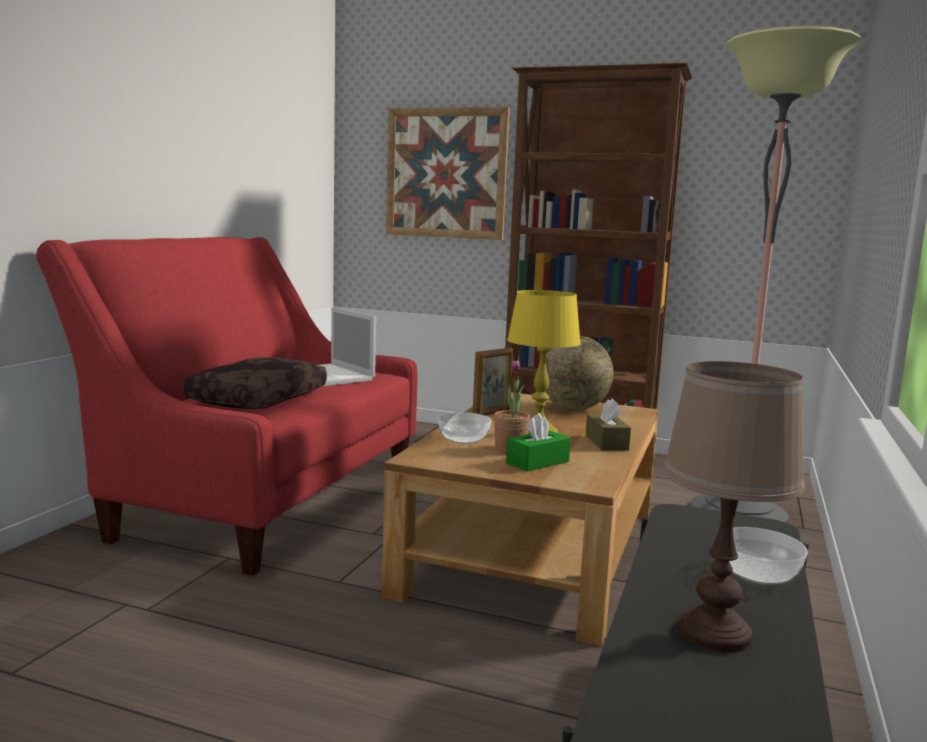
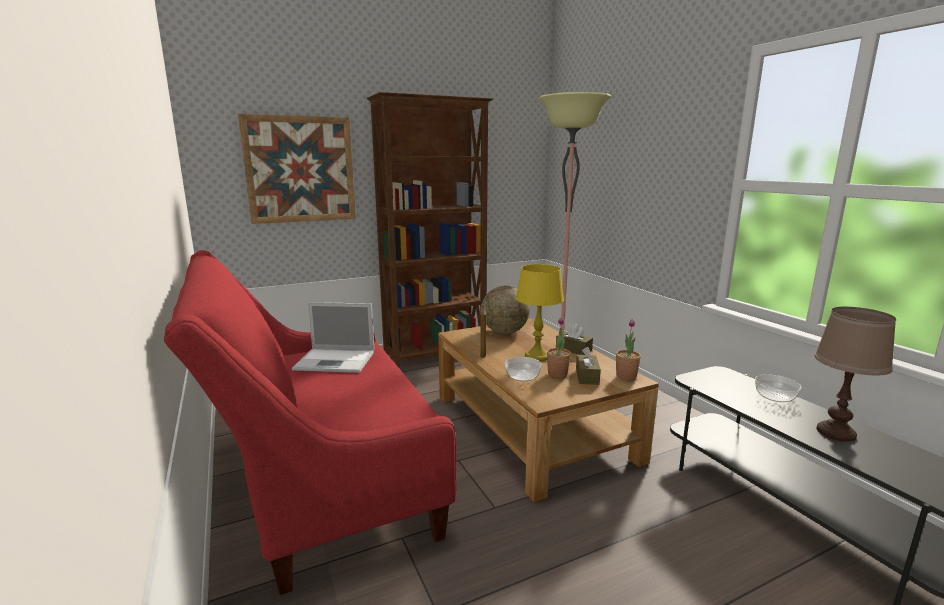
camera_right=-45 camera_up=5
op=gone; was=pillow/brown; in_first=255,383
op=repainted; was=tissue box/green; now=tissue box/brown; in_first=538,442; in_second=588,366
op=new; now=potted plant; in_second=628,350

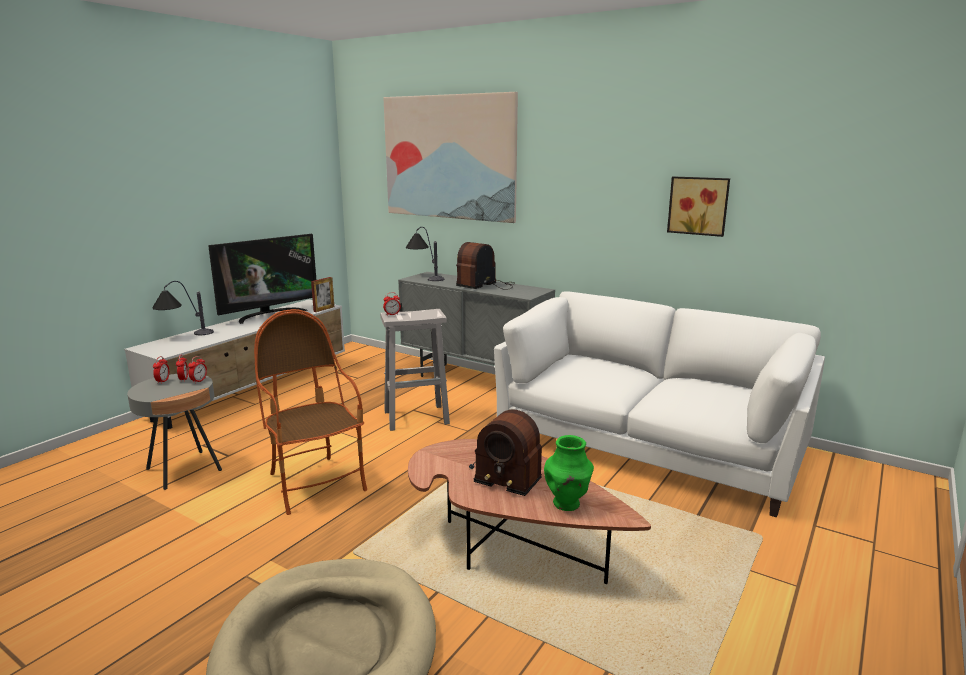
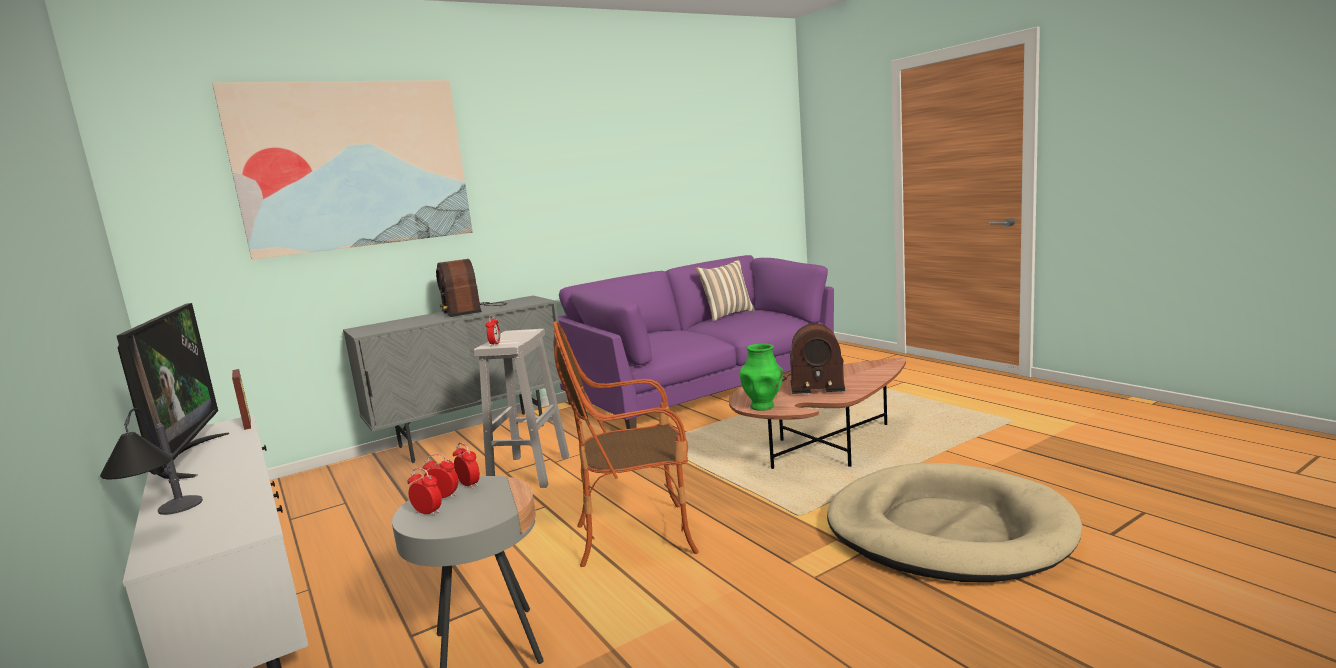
camera_right=-65 camera_up=-5
op=gone; was=table lamp; in_first=425,254
op=rotated; was=radio; in_first=505,452; in_second=813,358; clockwise=45
op=repainted; was=sofa/white; now=sofa/purple; in_first=659,404; in_second=696,342
op=shifted; was=vase/green; in_first=569,473; in_second=761,377
op=gone; was=picture; in_first=698,206
op=new; now=pillow; in_second=725,290

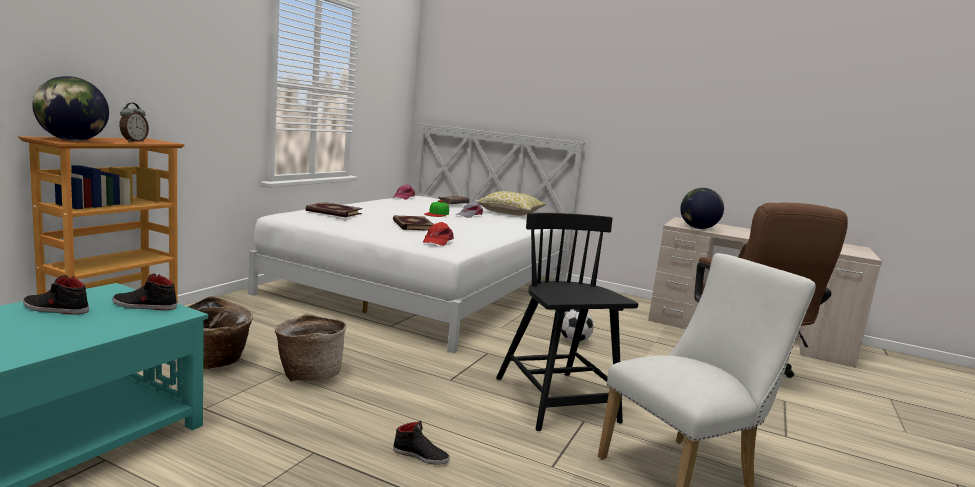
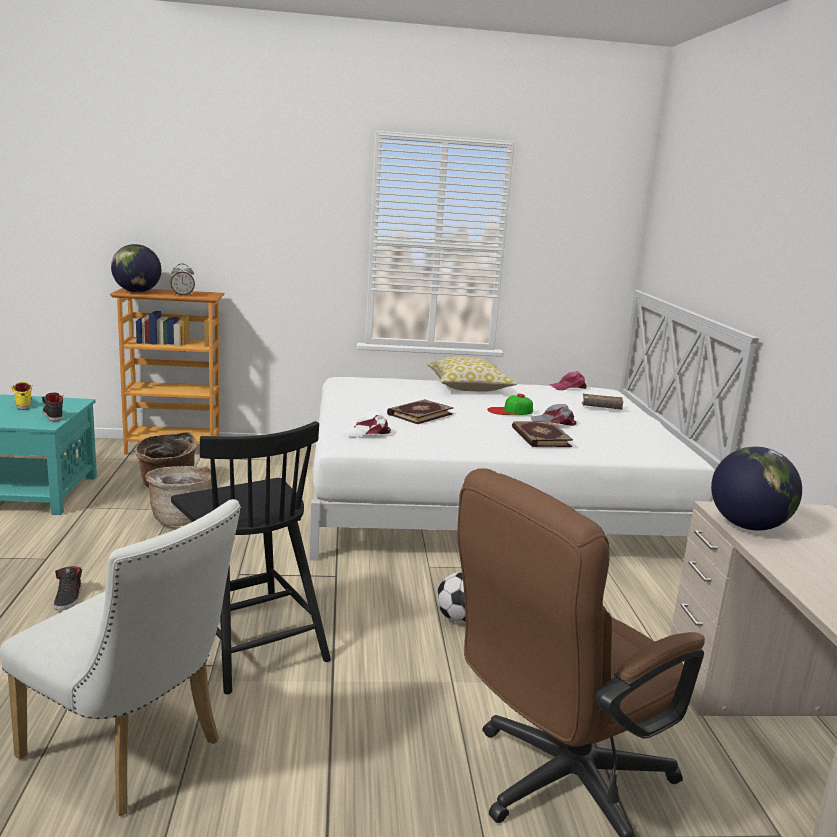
camera_right=60 camera_up=5
op=repainted; was=shoe/black; now=shoe/yellow; in_first=56,295; in_second=22,396
op=shifted; was=book; in_first=334,209; in_second=542,434
op=repainted; was=cap/red; now=cap/white; in_first=438,234; in_second=366,424
op=shifted; was=pillow; in_first=511,203; in_second=472,374
op=rotated; was=chair/black; in_first=567,322; in_second=251,558; clockwise=105

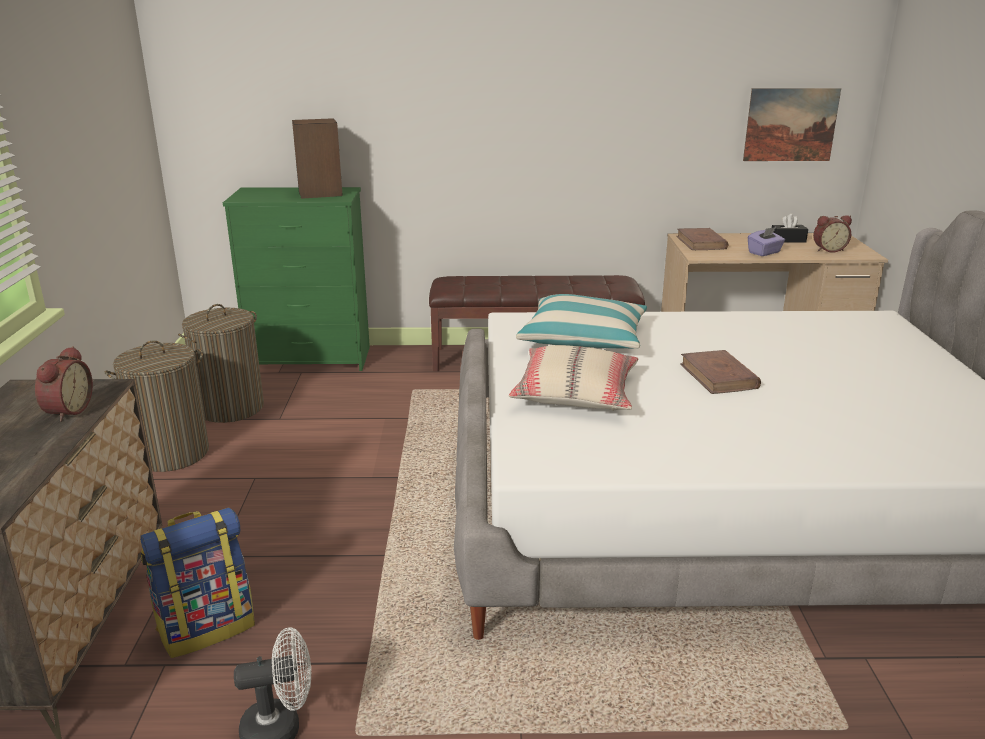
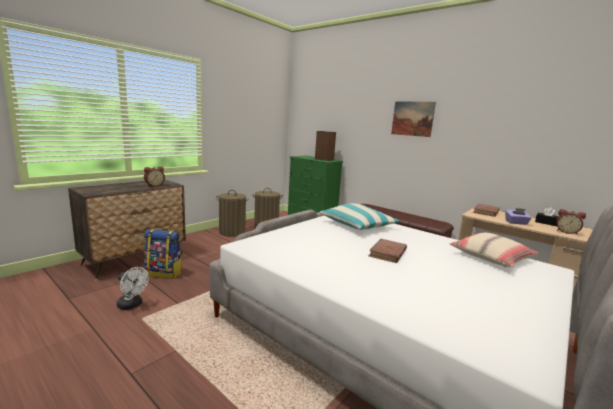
camera_right=40 camera_up=-10
op=shifted; was=pillow/beige; in_first=573,378; in_second=494,250
op=shifted; was=picture; in_first=792,124; in_second=413,119

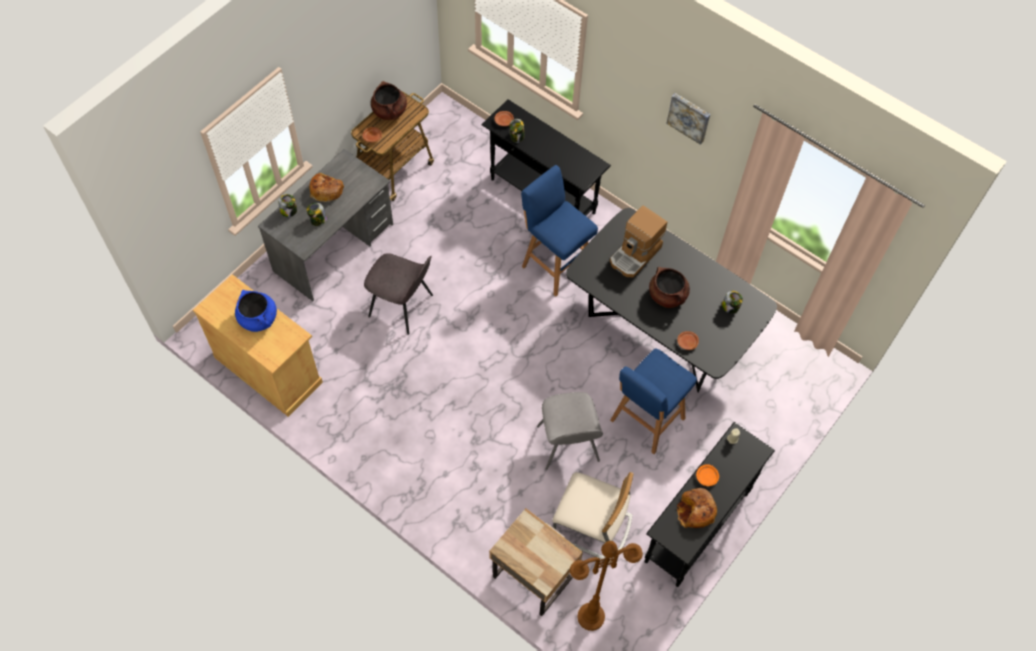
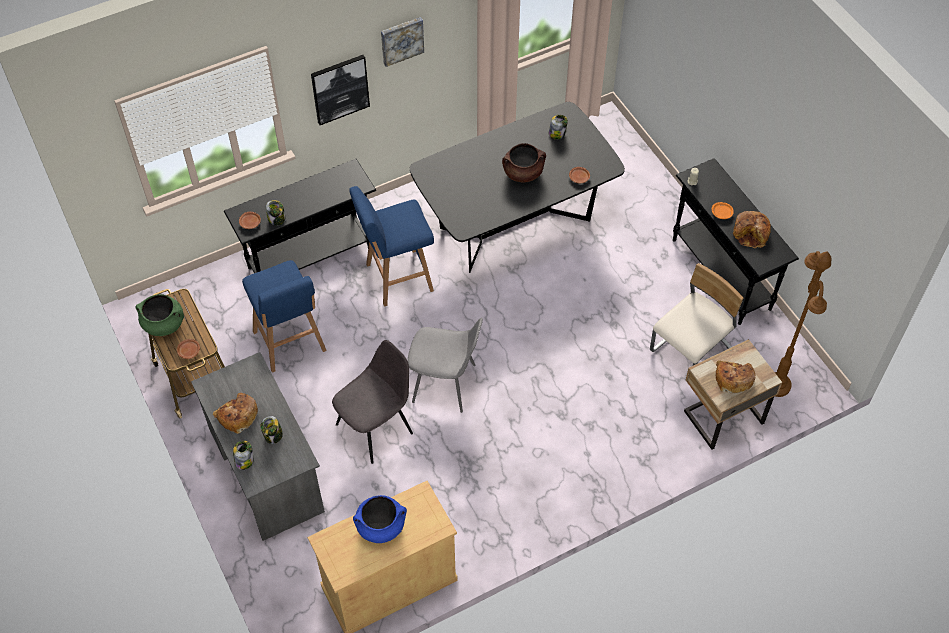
camera_right=-65 camera_up=-5
op=repainted; was=cooking pot/brown; now=cooking pot/green; in_first=389,100; in_second=160,315
op=shifted; was=chair/grey; in_first=570,431; in_second=445,365
op=gone; was=coffee machine; in_first=638,241
op=shifted; was=stool/blue; in_first=653,401; in_second=284,316
op=new; now=picture; in_second=340,90
op=new; now=bread; in_second=735,376

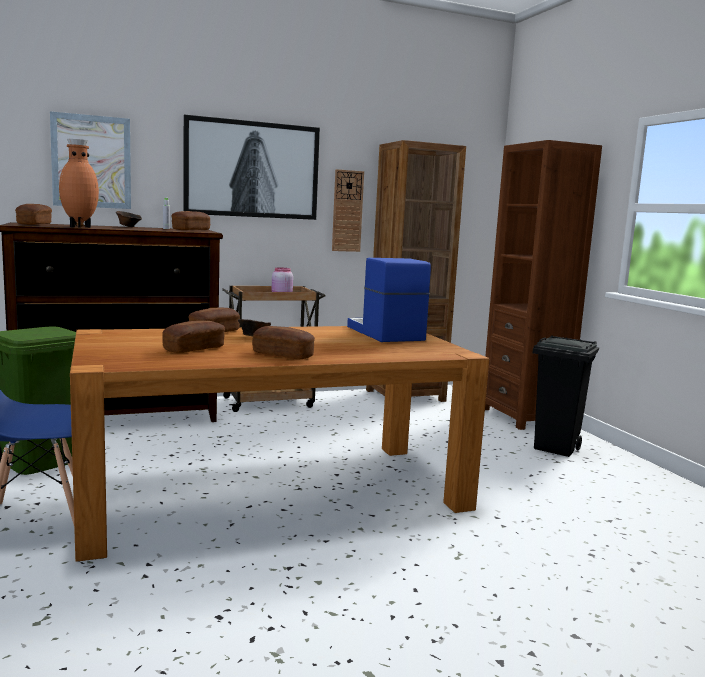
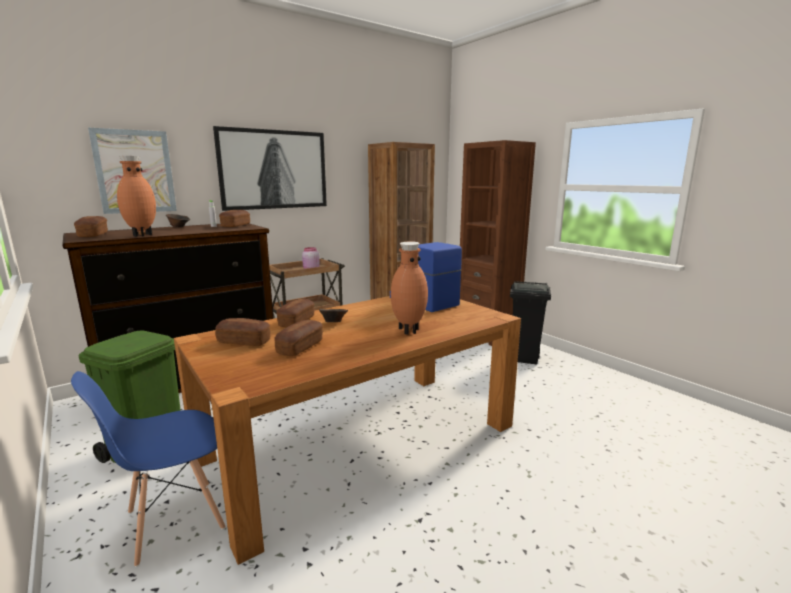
camera_right=-15 camera_up=5
op=shifted; was=bread; in_first=283,342; in_second=242,332
op=gone; was=wall clock; in_first=348,210
op=new; now=vase/brown; in_second=409,288

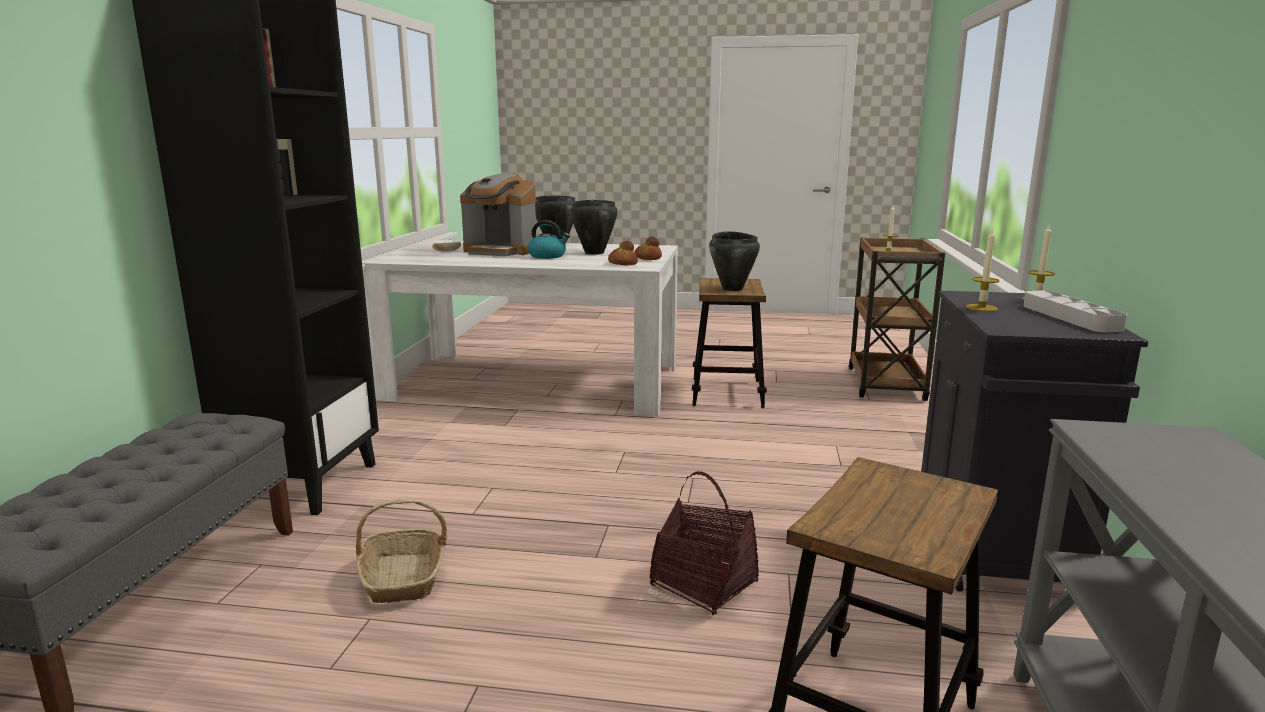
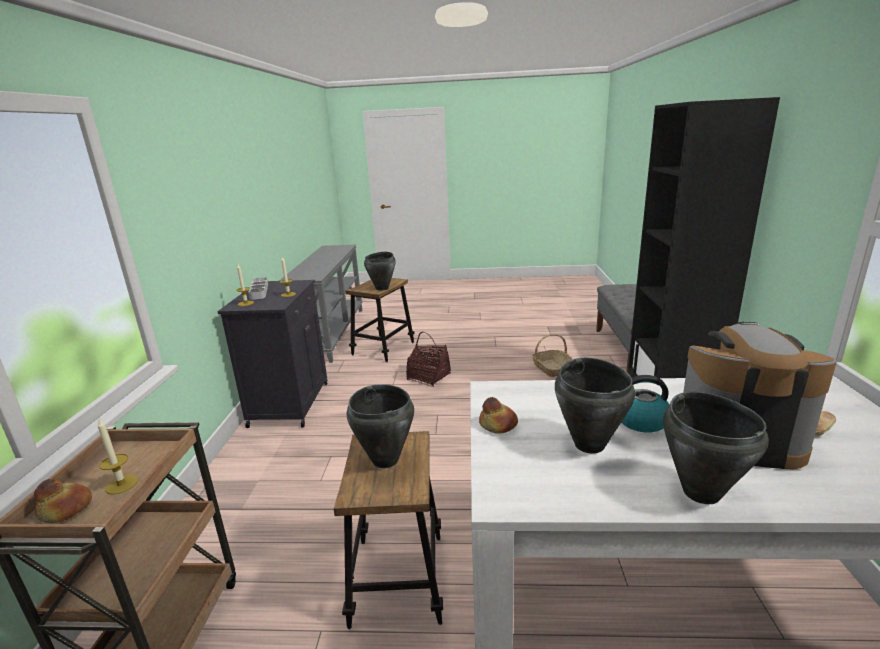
camera_right=175 camera_up=5
op=shifted; was=bread; in_first=623,253; in_second=63,501
op=new; now=cooking pot/black; in_second=380,271

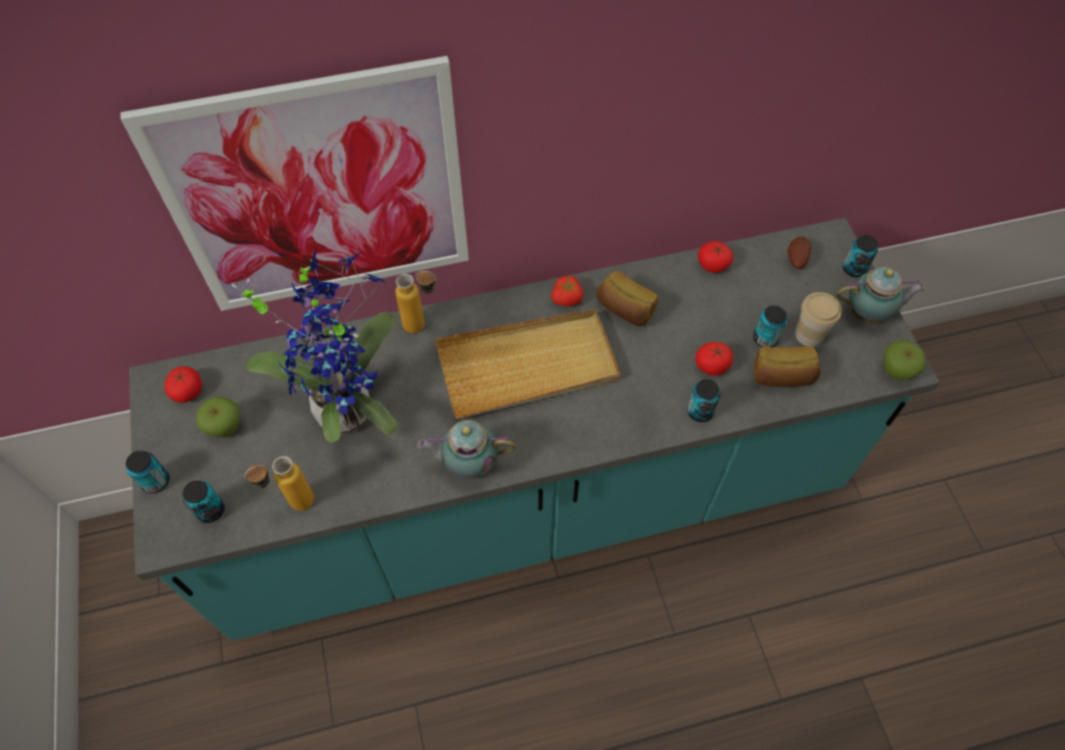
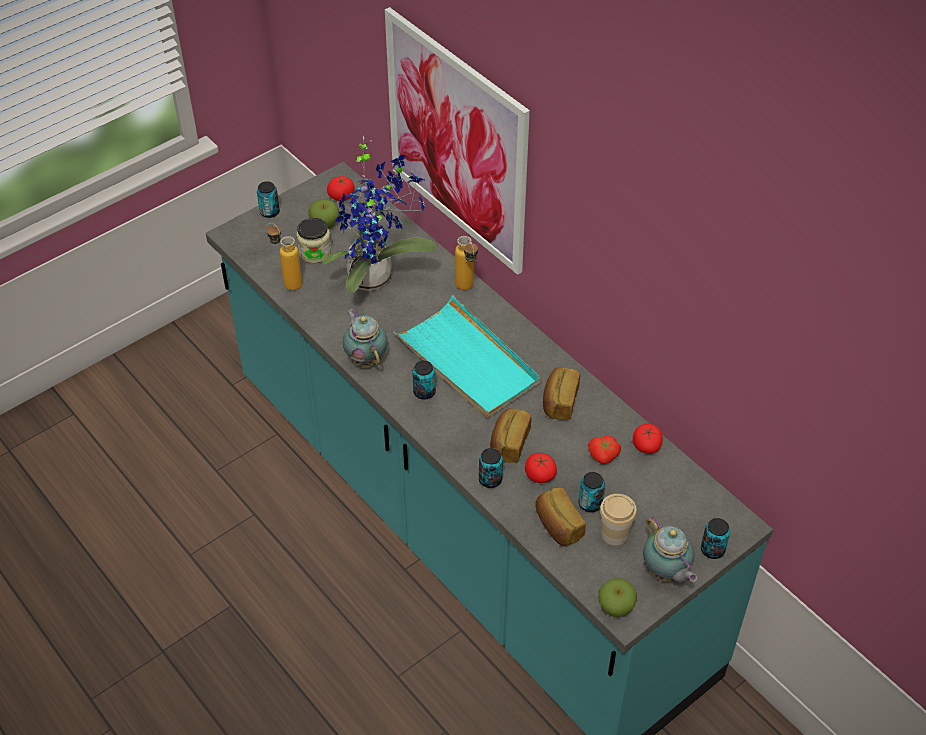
camera_right=65 camera_up=-10
op=shifted; was=can; in_first=203,501; in_second=424,380
op=repainted; was=tray/beige; now=tray/turquoise; in_first=527,364; in_second=467,356
op=shifted; was=tomato; in_first=567,291; in_second=604,449
op=gone; was=potato; in_first=799,252
op=new; now=jar; in_second=314,240
op=new; now=bread; in_second=510,435

